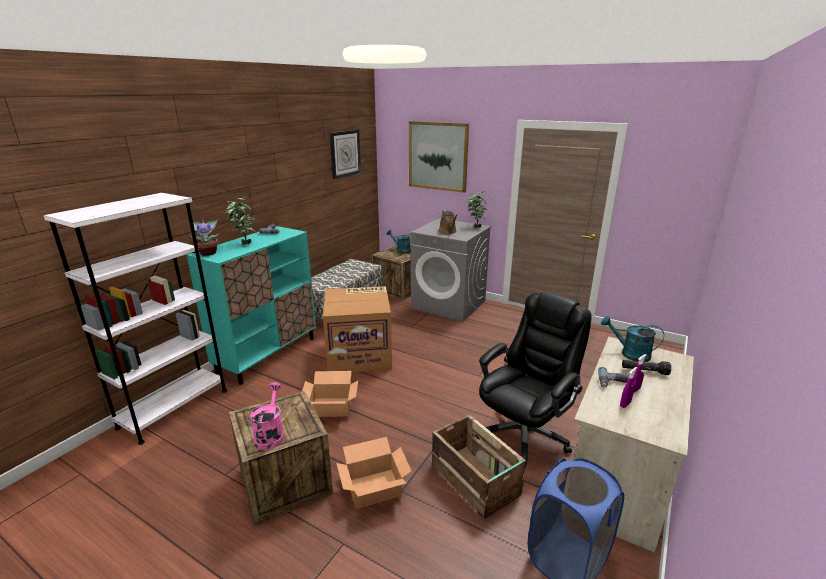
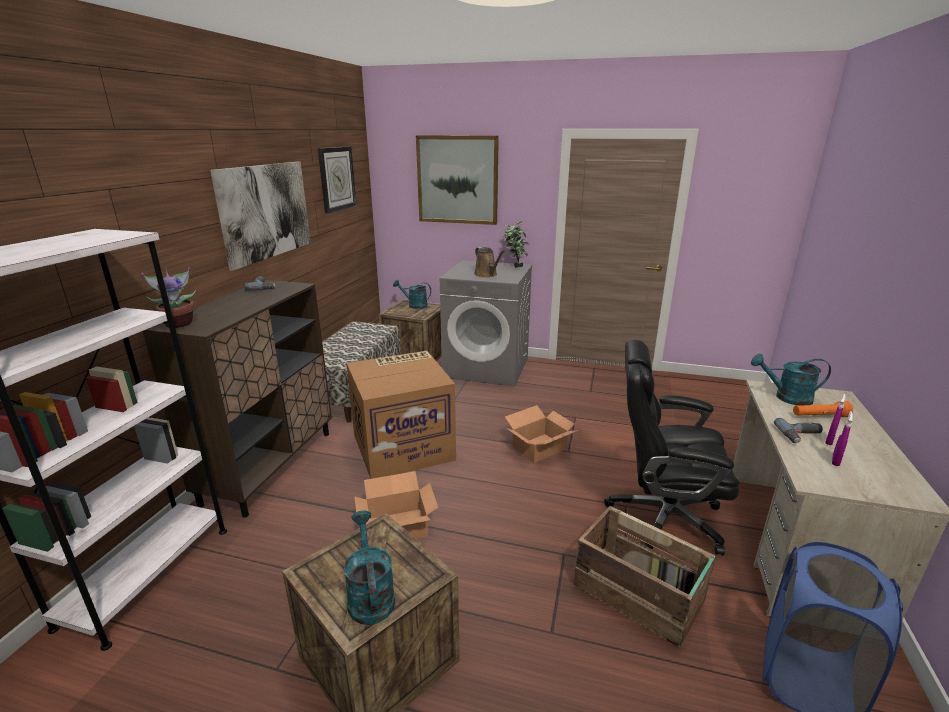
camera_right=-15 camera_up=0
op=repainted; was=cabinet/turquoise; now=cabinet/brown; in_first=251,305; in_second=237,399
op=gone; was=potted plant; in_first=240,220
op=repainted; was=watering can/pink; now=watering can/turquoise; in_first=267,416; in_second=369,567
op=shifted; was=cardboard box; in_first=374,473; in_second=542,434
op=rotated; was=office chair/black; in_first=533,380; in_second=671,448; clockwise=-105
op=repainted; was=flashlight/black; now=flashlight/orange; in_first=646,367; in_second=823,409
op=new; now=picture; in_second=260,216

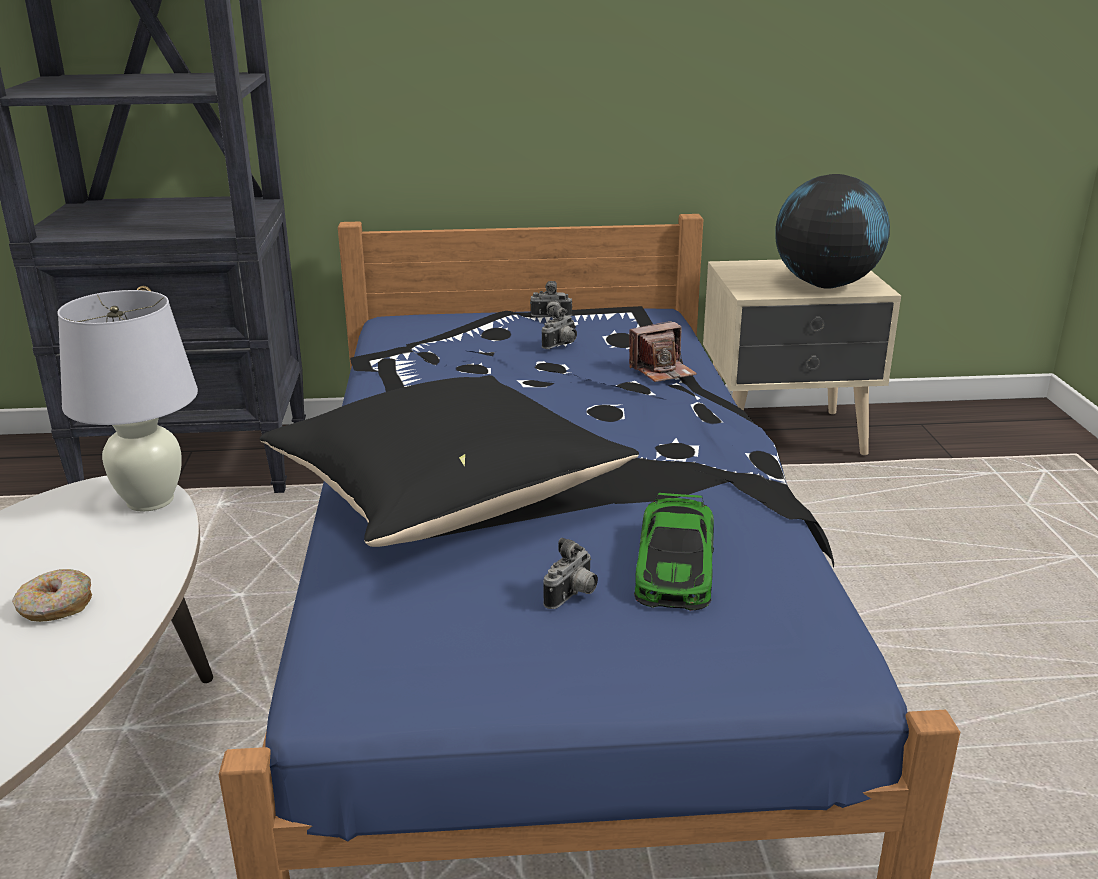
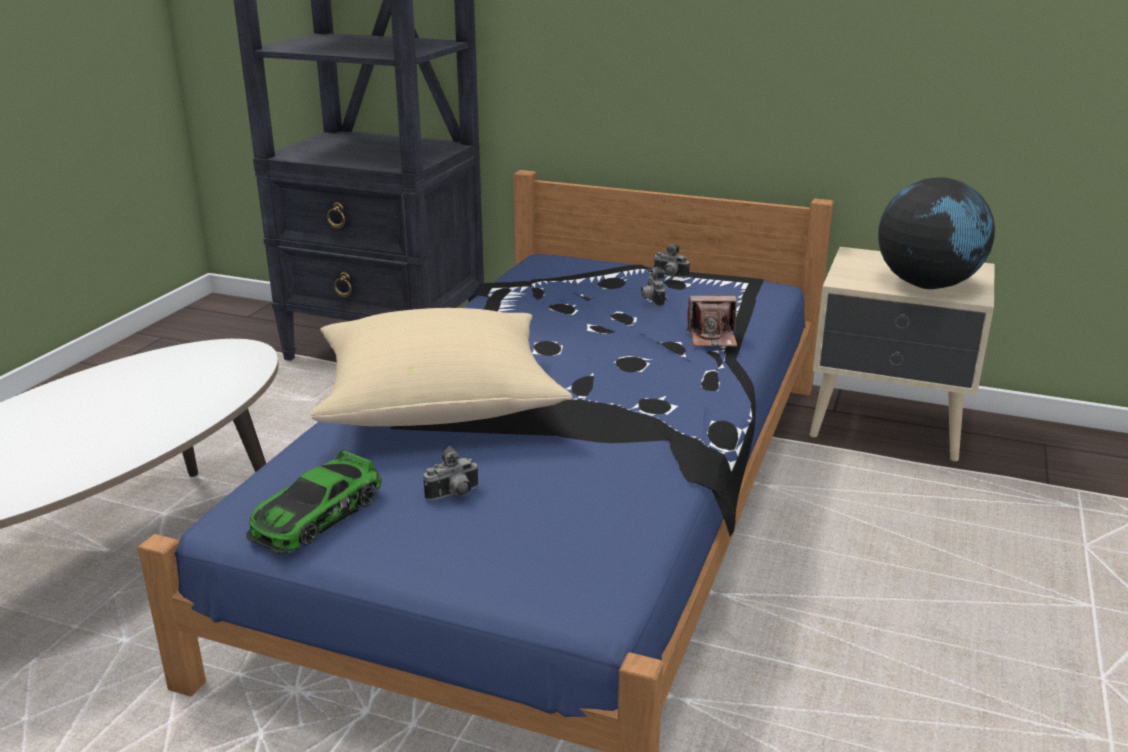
camera_right=25 camera_up=0
op=gone; was=donut; in_first=52,595
op=gone; was=table lamp/white; in_first=128,401
op=repainted; was=pillow/black; now=pillow/beige; in_first=449,461; in_second=441,367
op=rotated; was=photo camera; in_first=559,327; in_second=653,287; clockwise=105
op=shifted; was=toy car; in_first=674,551; in_second=314,502

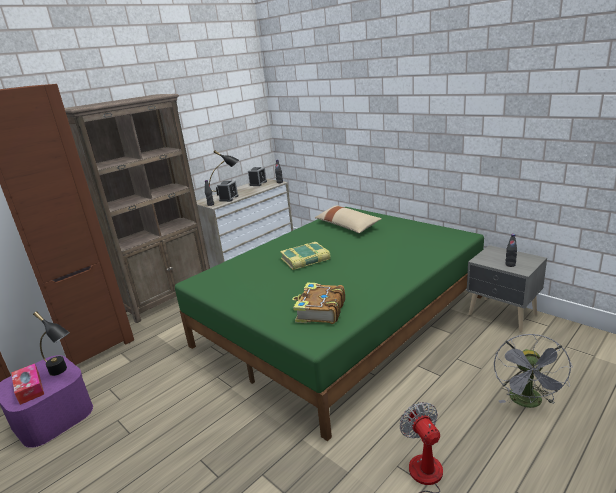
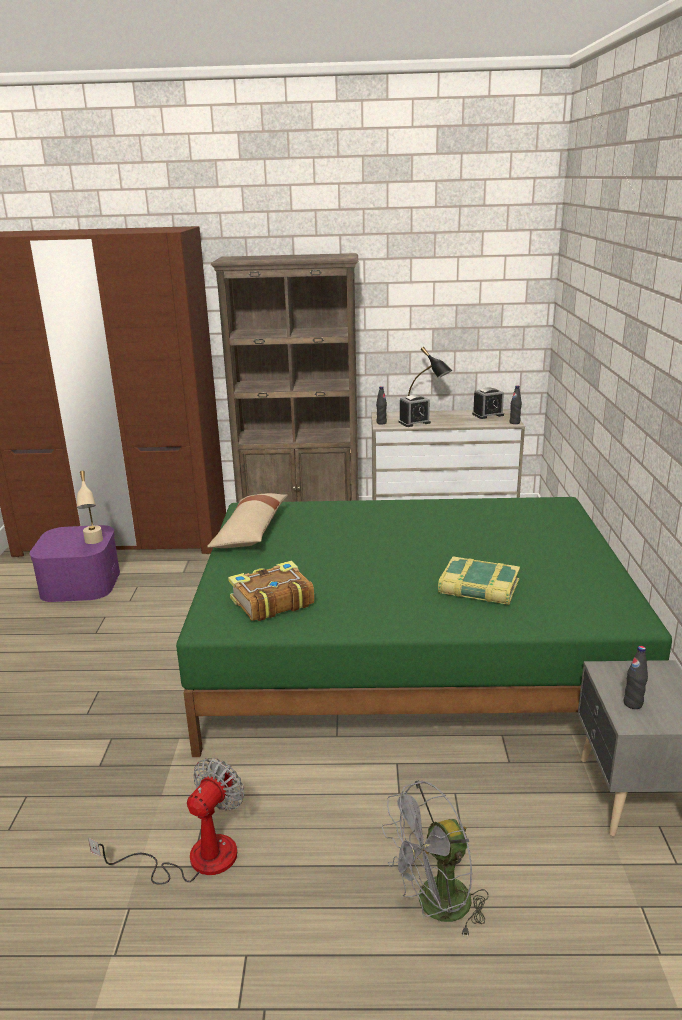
camera_right=45 camera_up=0
op=gone; was=tissue box; in_first=27,384
op=repainted; was=table lamp/black; now=table lamp/beige; in_first=51,343; in_second=90,507
op=shifted; was=book; in_first=305,256; in_second=479,580
op=shifted; was=pillow/beige; in_first=348,219; in_second=247,520

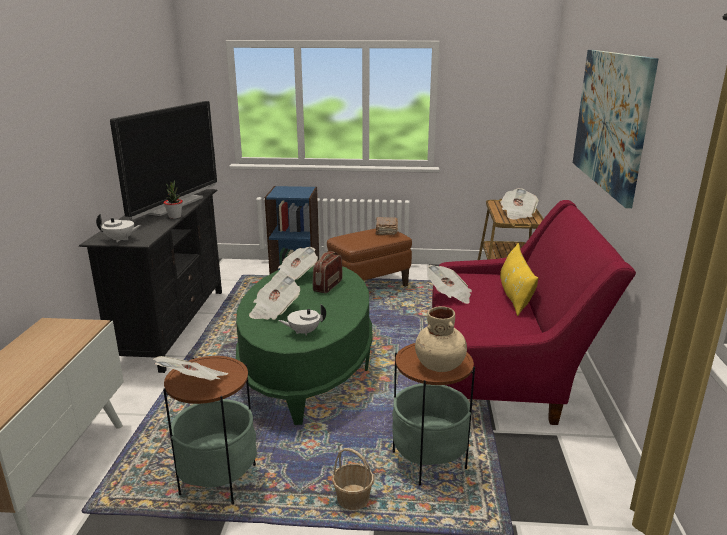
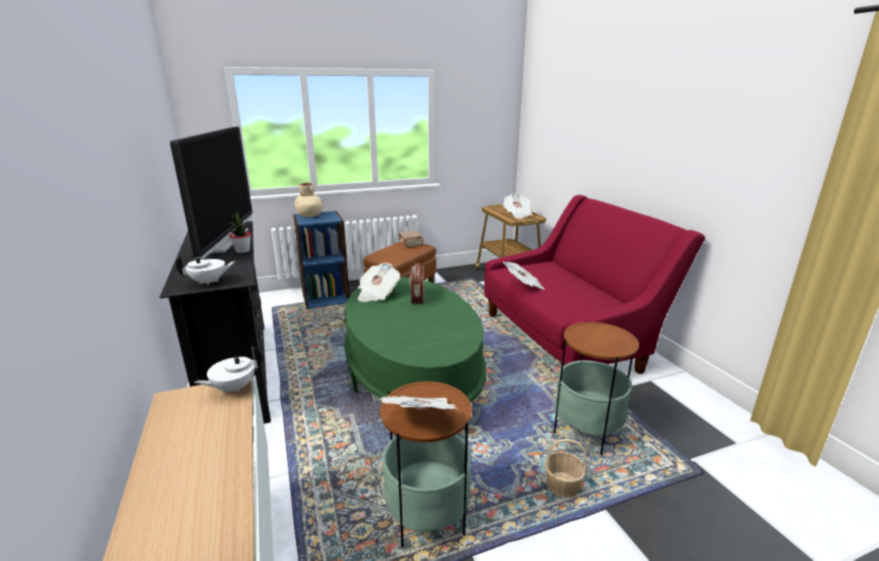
camera_right=-25 camera_up=0
op=gone; was=newspaper; in_first=274,298
op=shifted; was=teapot/white; in_first=302,320; in_second=228,369
op=shifted; was=vase/beige; in_first=441,339; in_second=308,199
op=gone; was=pillow/yellow; in_first=519,279
op=gone; was=picture; in_first=616,129

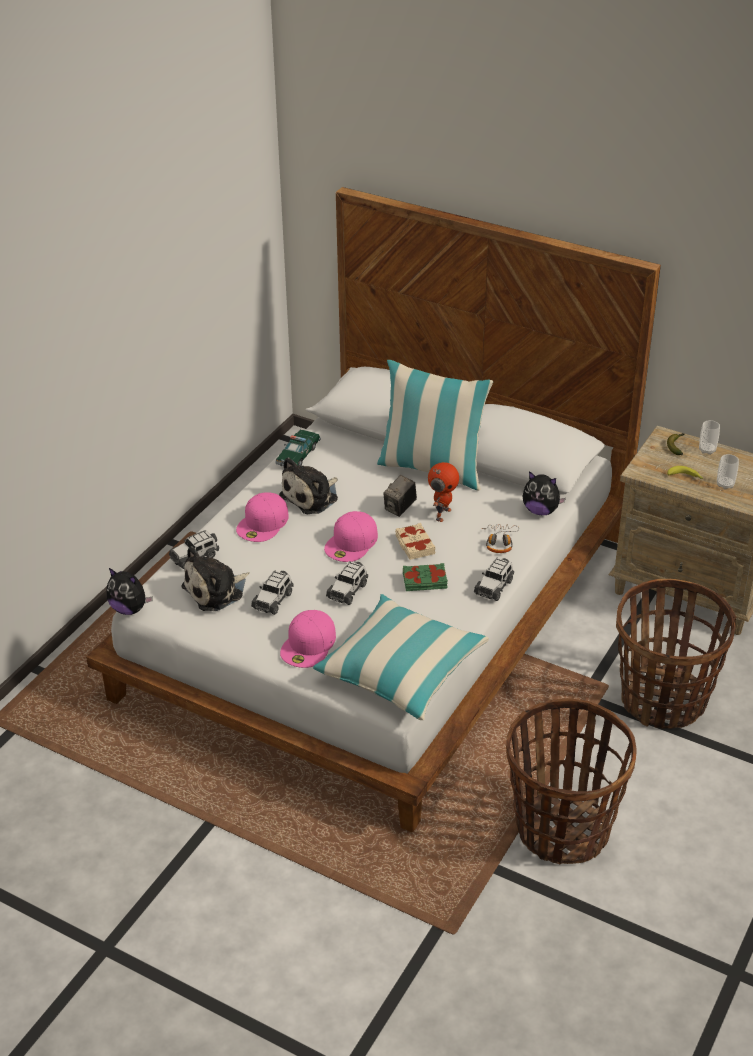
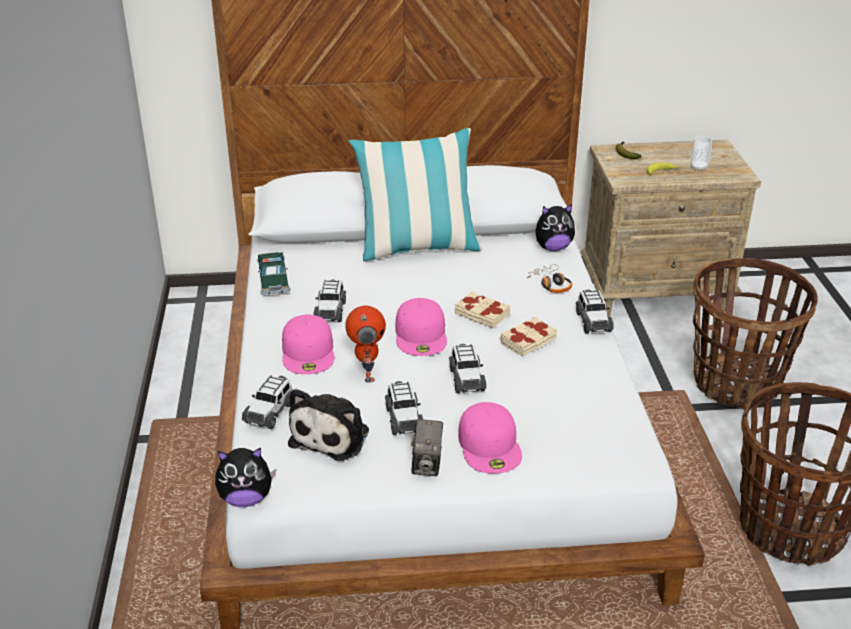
camera_right=-35 camera_up=-5
op=swapped; was=plush toy; now=toy car; in_first=308,485; in_second=330,301
op=gone; was=pillow; in_first=401,657
op=shifted; was=photo camera; in_first=400,496; in_second=427,447
op=repainted; was=book/green; now=book/beige; in_first=425,577; in_second=529,336
op=shifted; was=toy robot; in_first=443,492; in_second=365,344
op=gone; was=cup; in_first=709,437

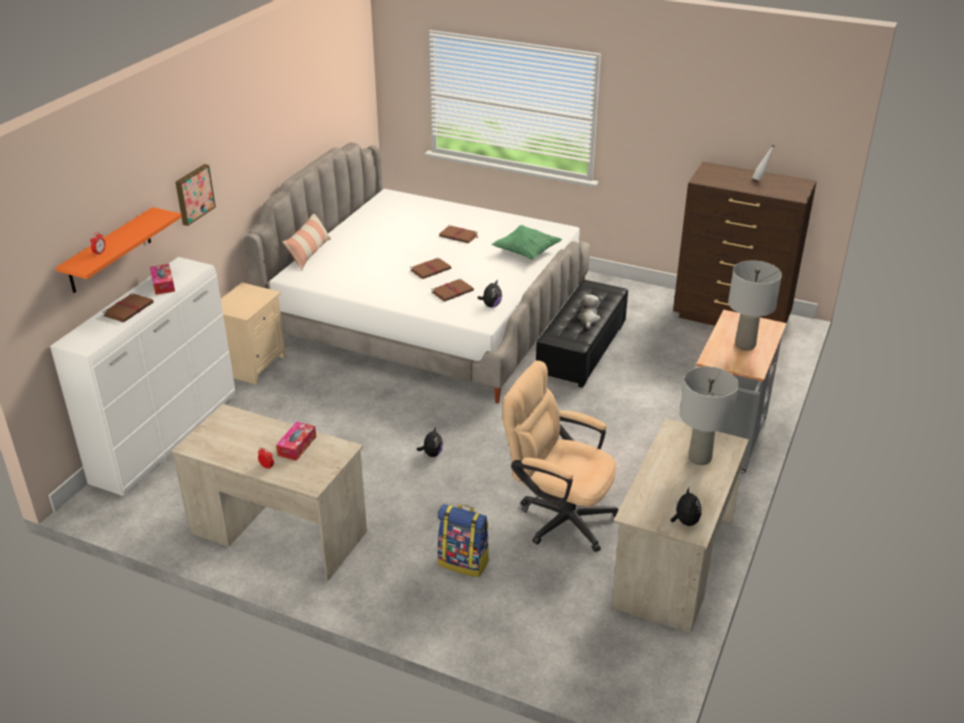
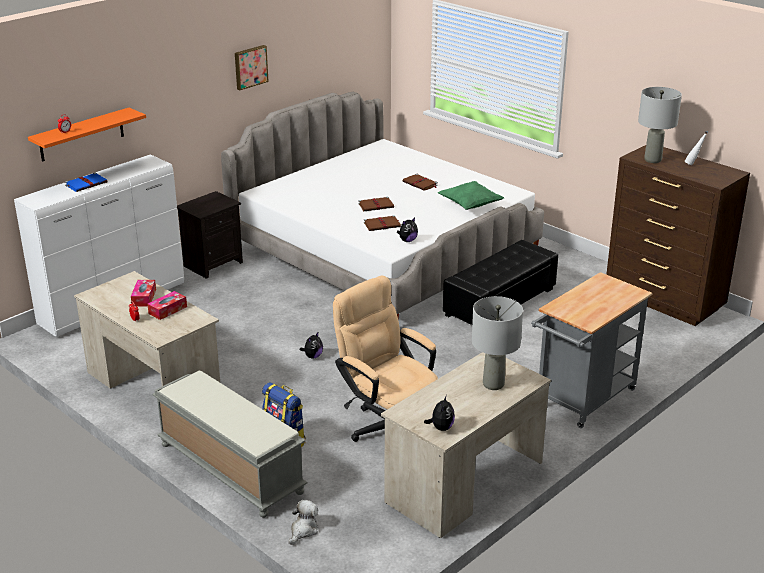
camera_right=20 camera_up=-5
op=repainted; was=book/brown; now=book/blue; in_first=128,307; in_second=86,182
op=shifted; was=tissue box; in_first=162,279; in_second=143,293
op=shifted; was=picture; in_first=195,195; in_second=252,67
op=repainted; was=nightstand/beige; now=nightstand/black; in_first=253,333; in_second=210,235
op=gone; was=pillow; in_first=306,242
op=shifted; was=plush toy; in_first=588,311; in_second=303,522
op=shifted; was=table lamp/grey; in_first=755,305; in_second=660,125
op=new; now=bench/grey; in_second=230,444

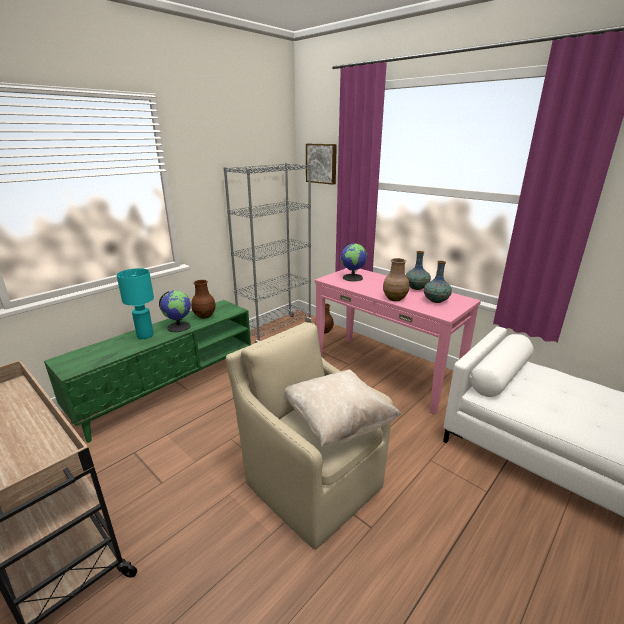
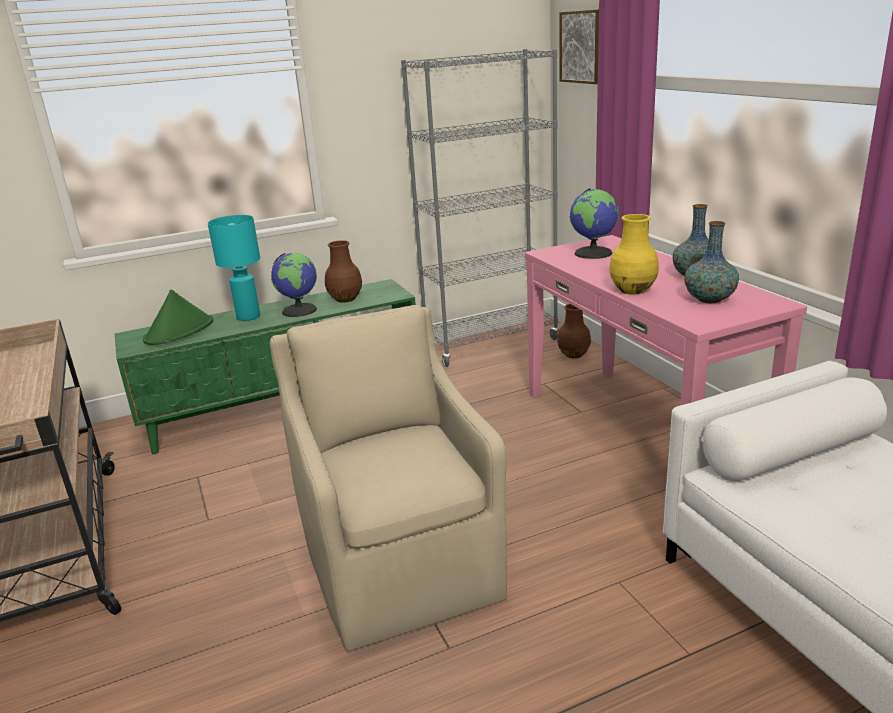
camera_right=25 camera_up=0
op=gone; was=pillow/beige; in_first=343,408
op=repainted; was=vase/brown; now=vase/yellow; in_first=396,279; in_second=634,254
op=new; now=hat/green; in_second=178,317

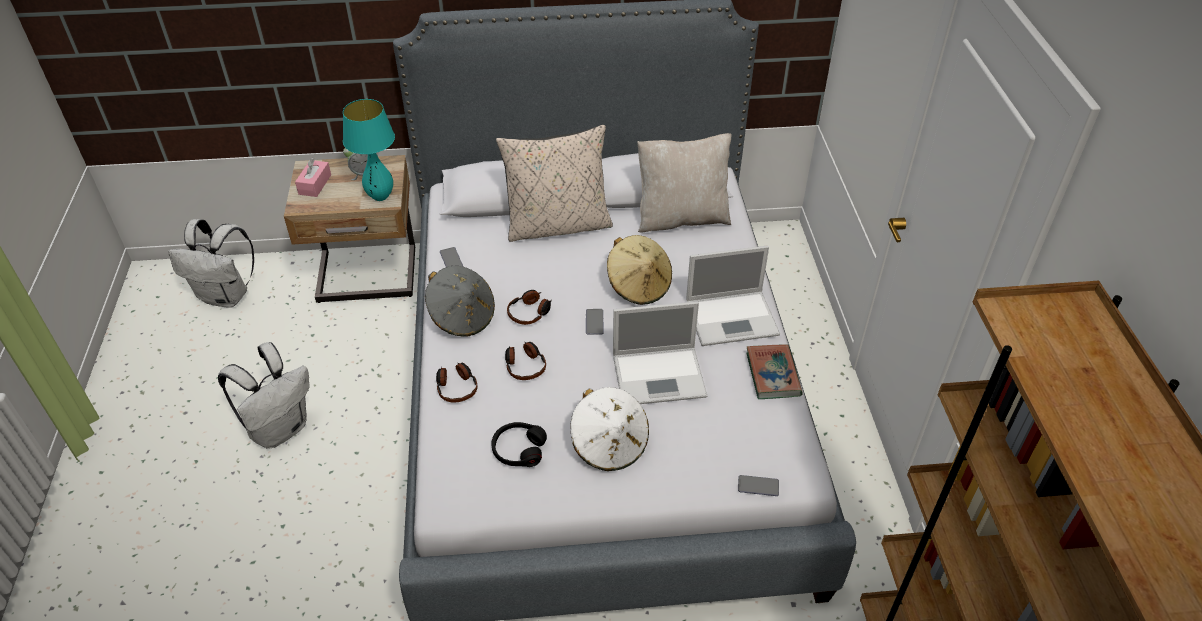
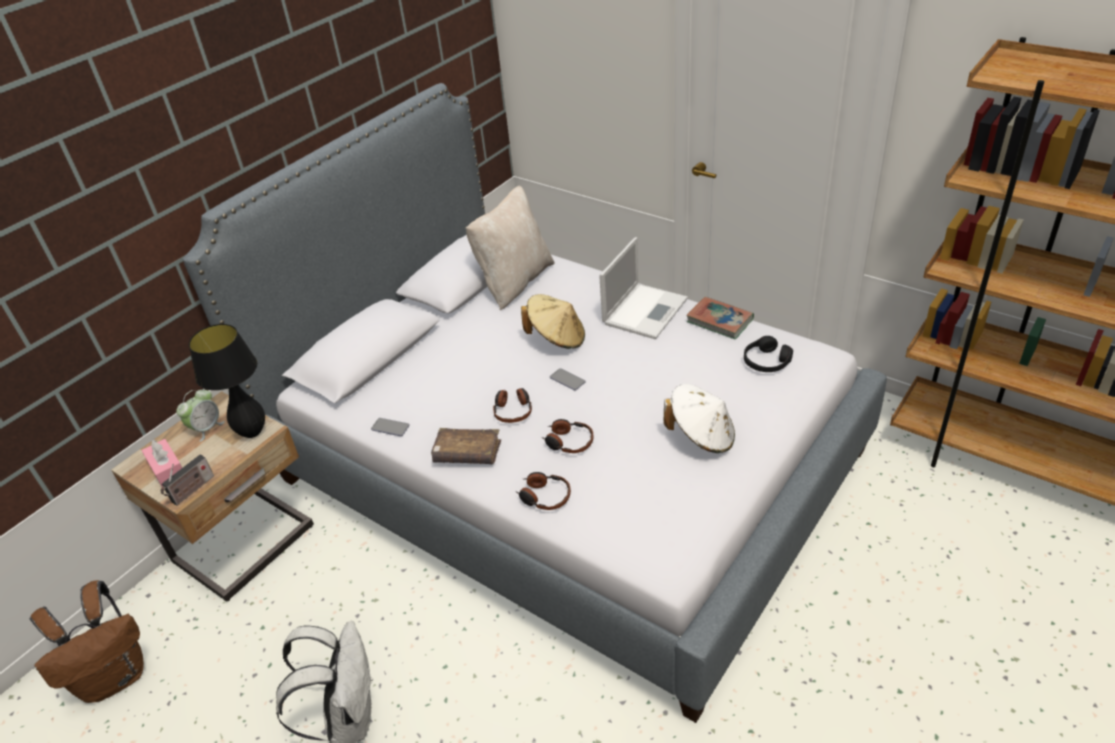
camera_right=-45 camera_up=-5
op=repainted; was=backpack/white; now=backpack/brown; in_first=211,263; in_second=86,641
op=repainted; was=table lamp/turquoise; now=table lamp/black; in_first=369,150; in_second=227,381
op=swapped; was=hat/grey; now=book/brown; in_first=460,301; in_second=466,446
op=shifted; was=headphones/black; in_first=519,444; in_second=768,354
op=gone; was=pillow/beige; in_first=554,183
op=gone; was=laptop; in_first=660,352
op=gone; was=phone; in_first=758,485
op=new; now=radio; in_second=187,480

